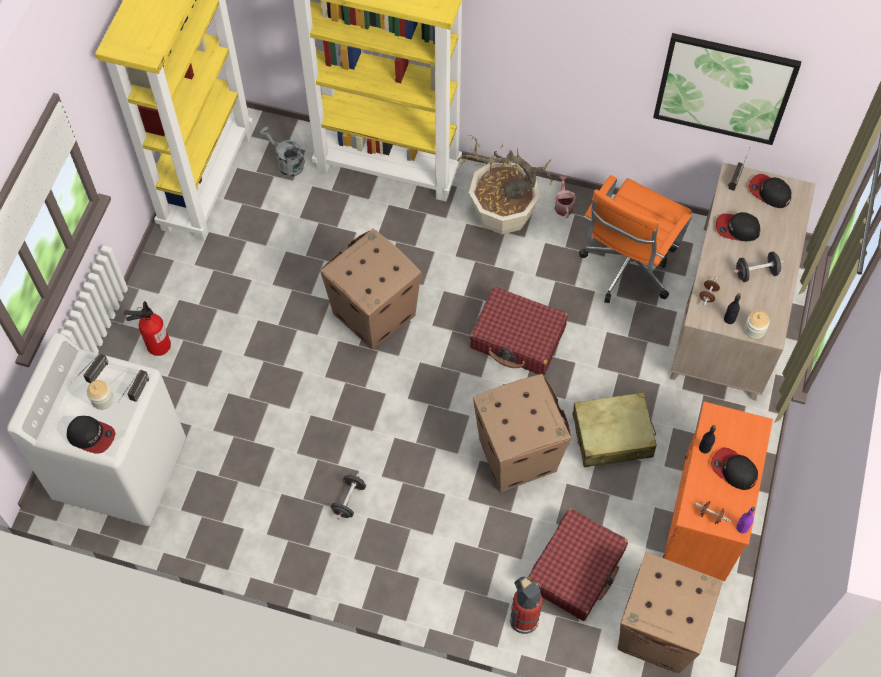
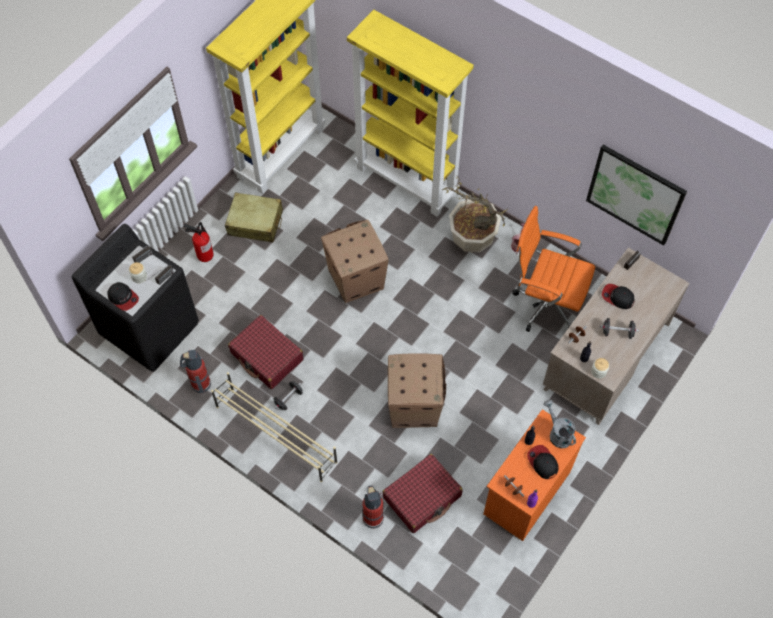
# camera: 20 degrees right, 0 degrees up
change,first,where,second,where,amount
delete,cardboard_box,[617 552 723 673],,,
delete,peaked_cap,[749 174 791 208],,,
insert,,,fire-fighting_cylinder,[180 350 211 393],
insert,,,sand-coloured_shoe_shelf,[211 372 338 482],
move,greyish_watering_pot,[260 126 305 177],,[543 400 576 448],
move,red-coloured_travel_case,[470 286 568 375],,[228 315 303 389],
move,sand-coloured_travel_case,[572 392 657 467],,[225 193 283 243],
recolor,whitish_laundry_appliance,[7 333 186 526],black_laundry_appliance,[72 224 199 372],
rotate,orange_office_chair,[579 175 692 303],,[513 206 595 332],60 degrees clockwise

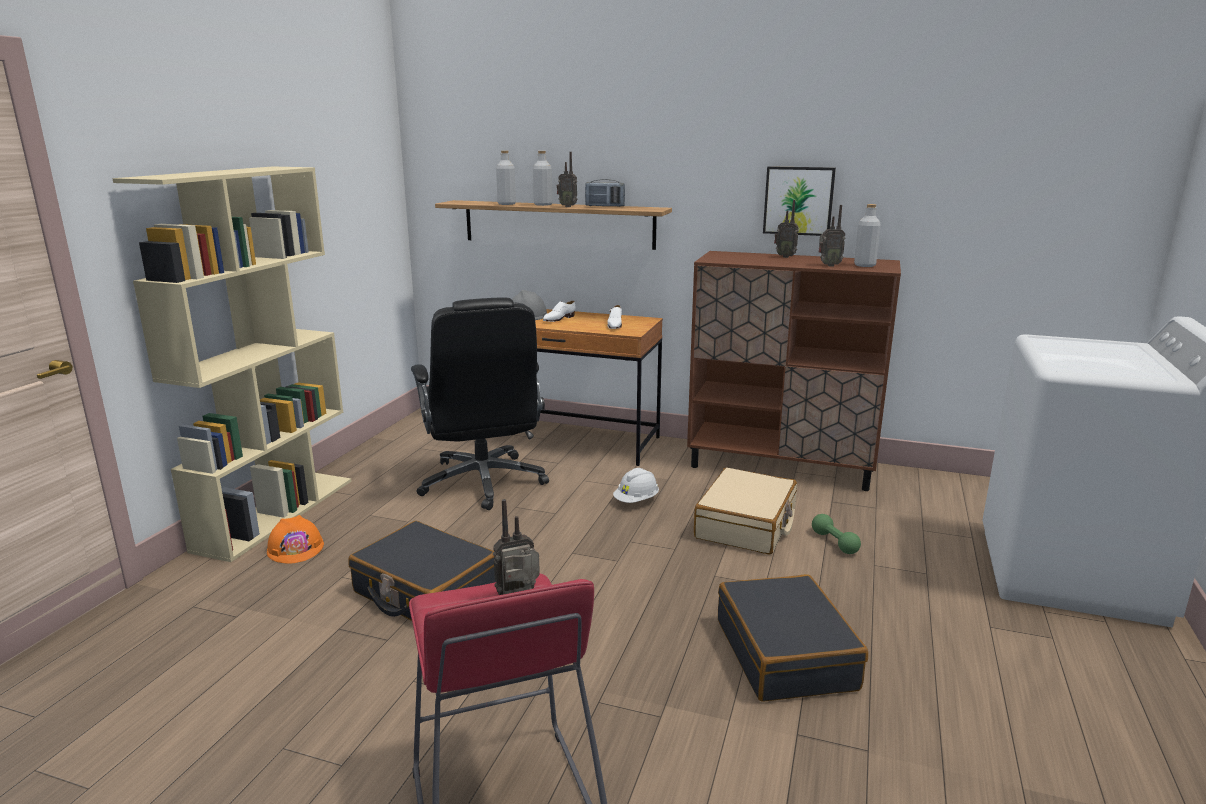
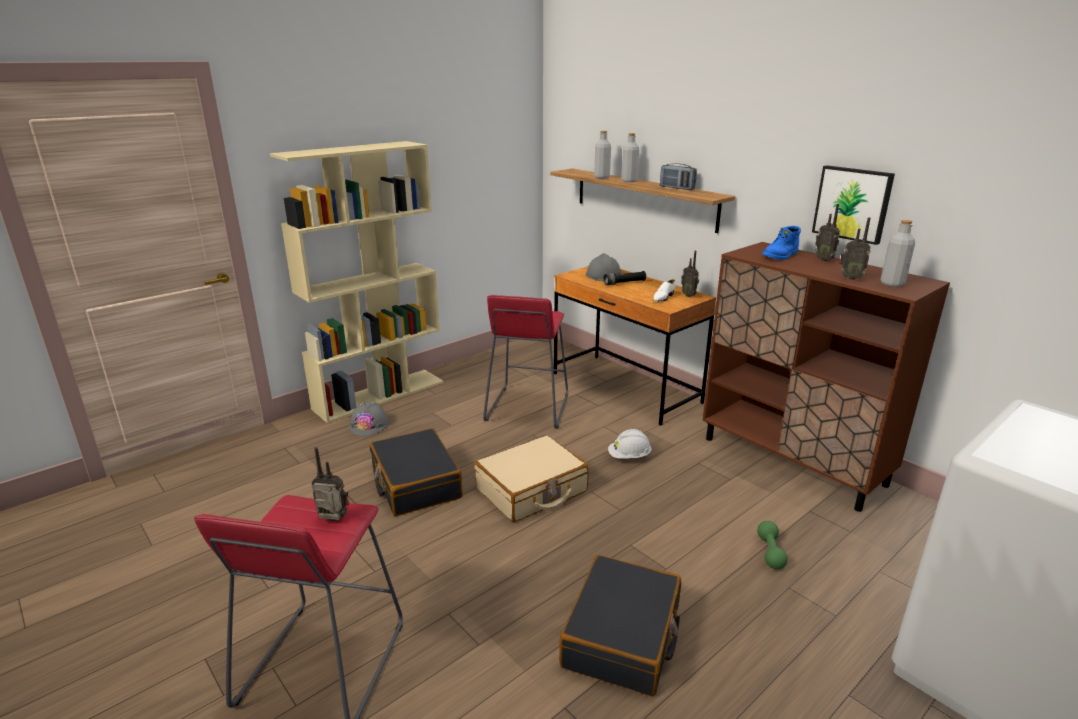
# camera: 30 degrees right, 5 degrees up
change,first,where,second,where,amount
insert,,,blue-coloured_tall_boot,[762 226 801 260],
move,radio_receiver,[557 152 577 207],,[681 251 699 297],
move,sand-coloured_travel_case,[694 468 797 555],,[474 435 589 522],
replace,black_office_chair,[411 298 549 510],red-coloured_stool,[483 295 568 429],
replace,whitish_low_shoe,[543 301 575 322],black_hand_torch,[604 271 646 285],
recolor,orange_safety_helmet,[267 515 324 564],greyish_safety_helmet,[349 402 389 436],

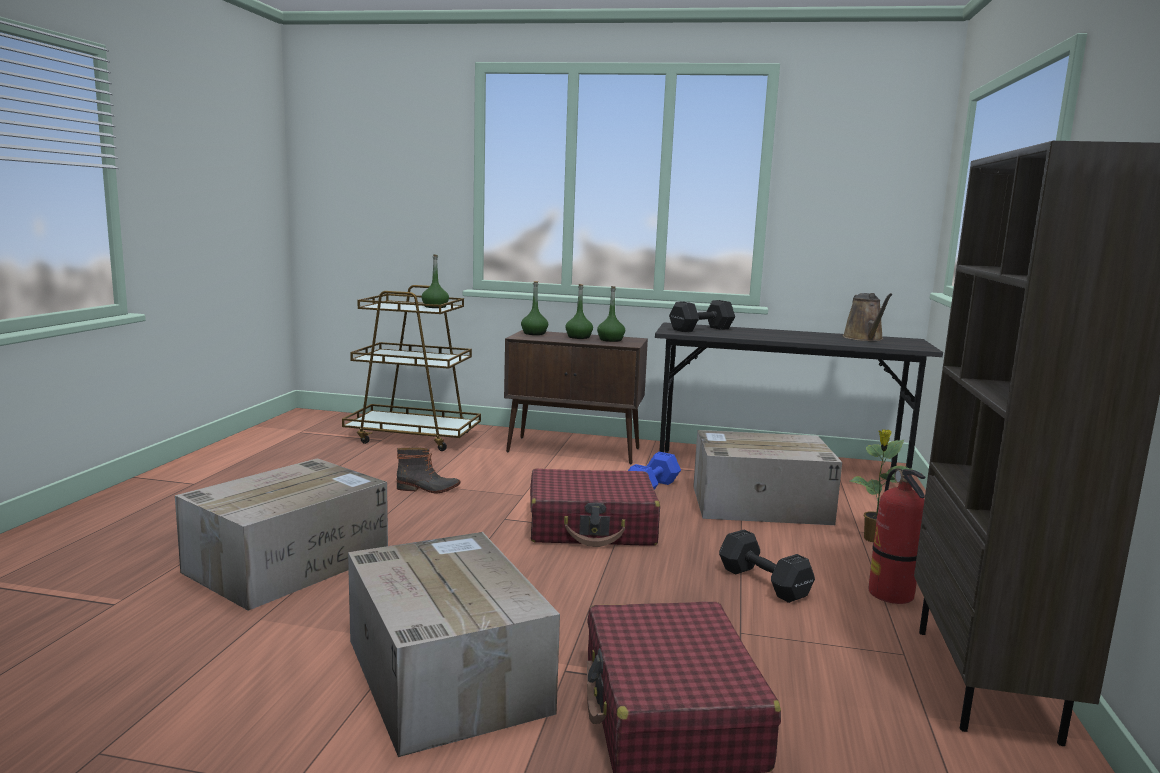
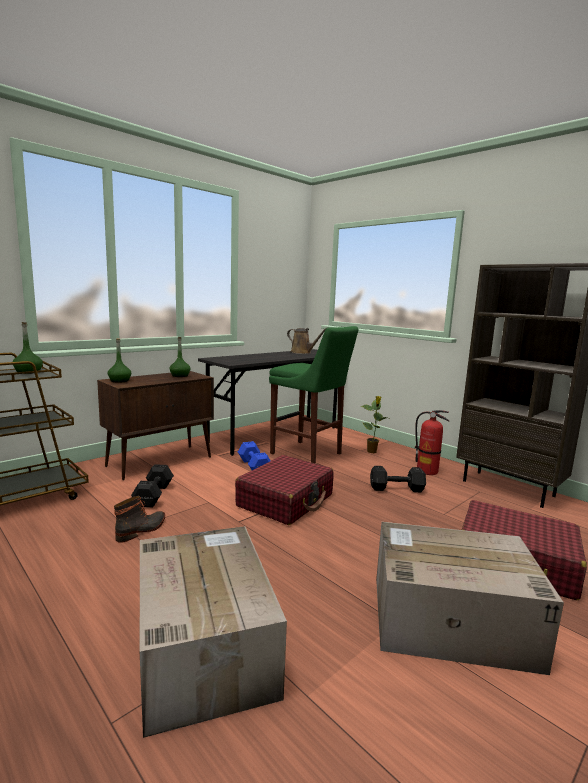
# camera: 55 degrees left, 0 degrees up
change,first,where,second,where,amount
delete,green-coloured_bottle,[565 284 593 339],,,
move,black_dumbbell,[669 300 735 332],,[131 464 174 508],
replace,cardboard_box,[693 430 842 525],green-coloured_stool,[269 326 359 464],

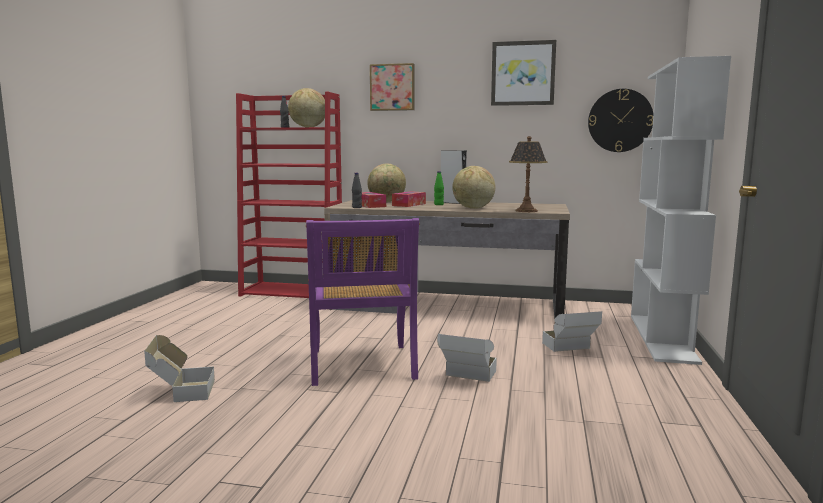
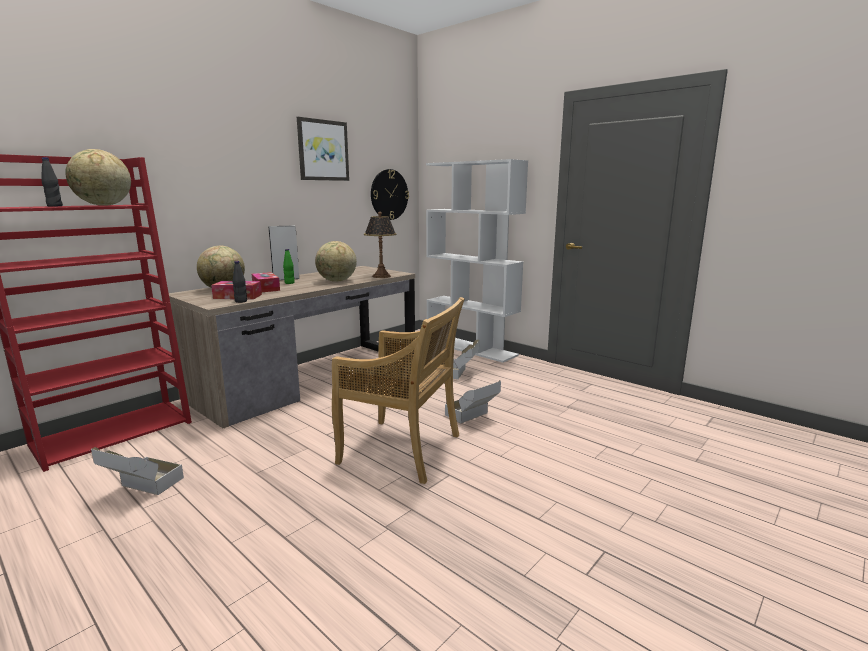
# camera: 60 degrees left, 5 degrees up
change,first,where,second,where,amount
delete,wall_art,[370 63 415 111],,,
move,cardboard_box,[144 335 215 402],,[91 447 184 495],
recolor,purple-coloured_plain_chair,[306 218 420 386],sand-coloured_plain_chair,[332 297 465 484],

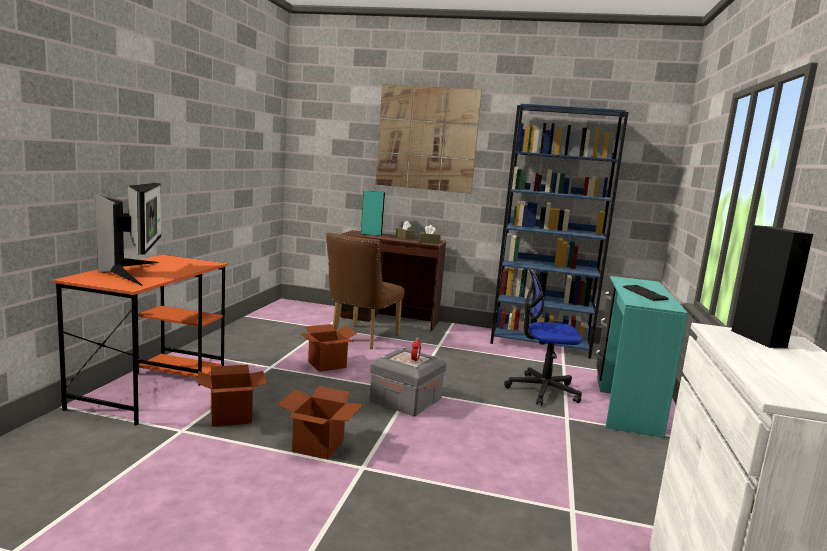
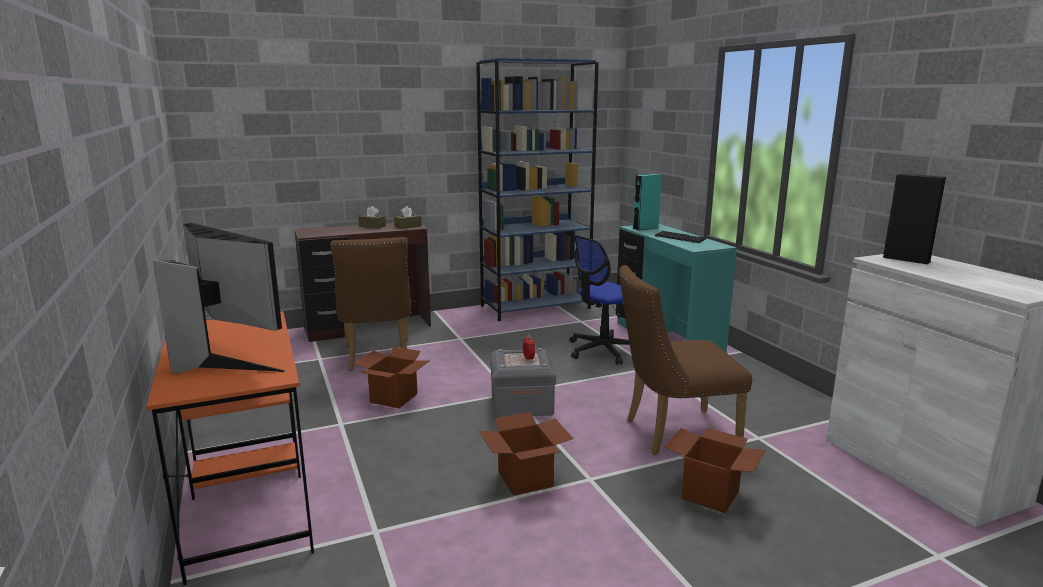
# camera: 35 degrees left, 5 degrees up
change,first,where,second,where,amount
delete,wall_art,[376 84 482 194],,,
insert,,,brown-coloured_plain_chair,[619 265 752 455],
move,cardboard_box,[198 365 267 427],,[665 428 766 514],
move,turquoise-coloured_audio_speaker,[361 190 385 236],,[633 174 662 231],

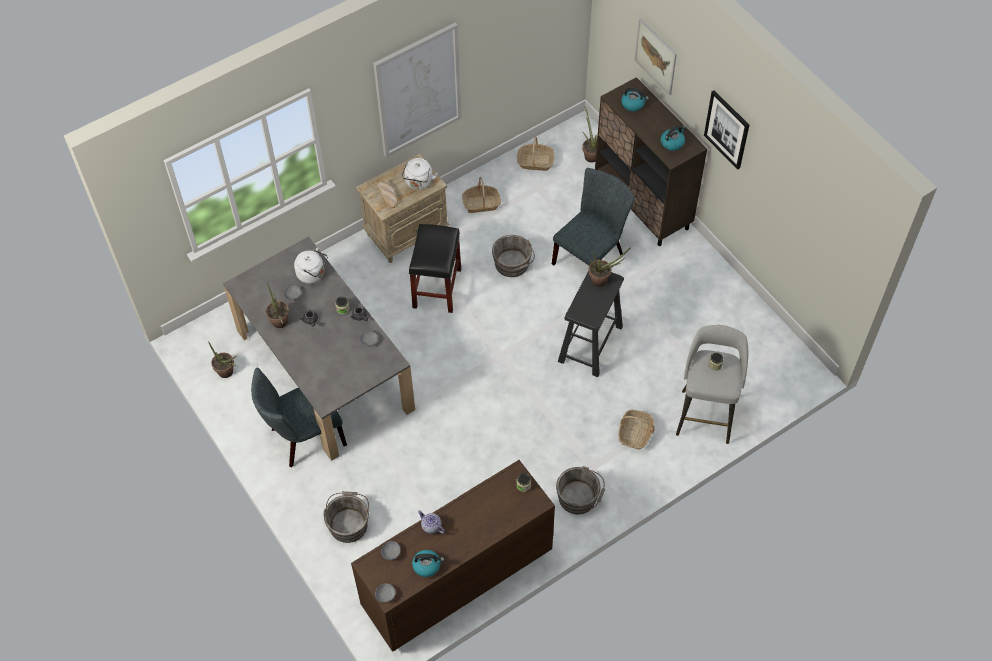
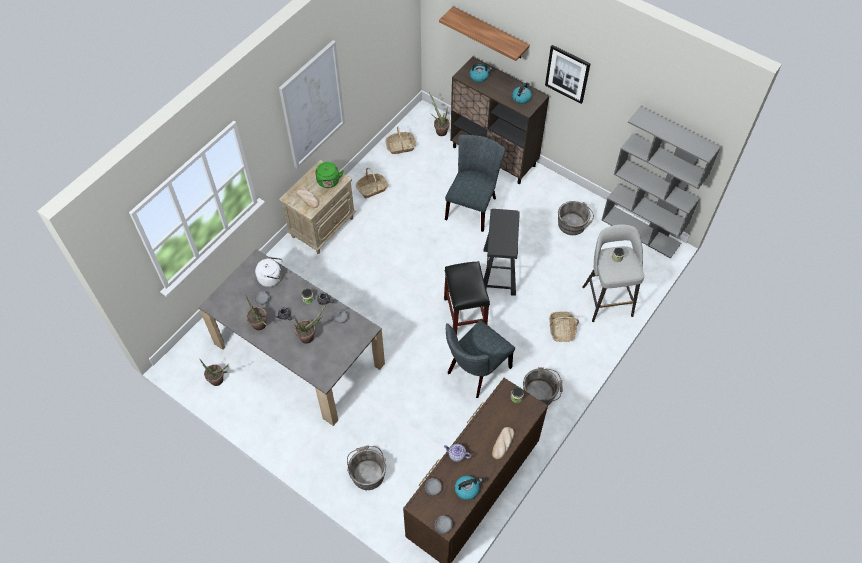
# camera: 20 degrees left, 0 degrees up
change,first,where,second,where,amount
insert,,,baked_bread,[492 427 515 459],
insert,,,greyish_bookcase,[602 106 721 259],
move,greyish_plain_chair,[251 368 347 468],,[446 320 515 398],
move,black_stool,[409 224 461 313],,[444 261 490 335],
move,greyish_water_bucket,[492 235 535 277],,[558 201 594 235],
move,potted_plant,[589 247 631 287],,[294 305 326 344],
replace,wall_art,[635 18 677 95],bracket_shelf,[439 7 530 61],
recolor,whitish_kettle,[402 158 438 190],green-coloured_kettle,[316 162 344 188],

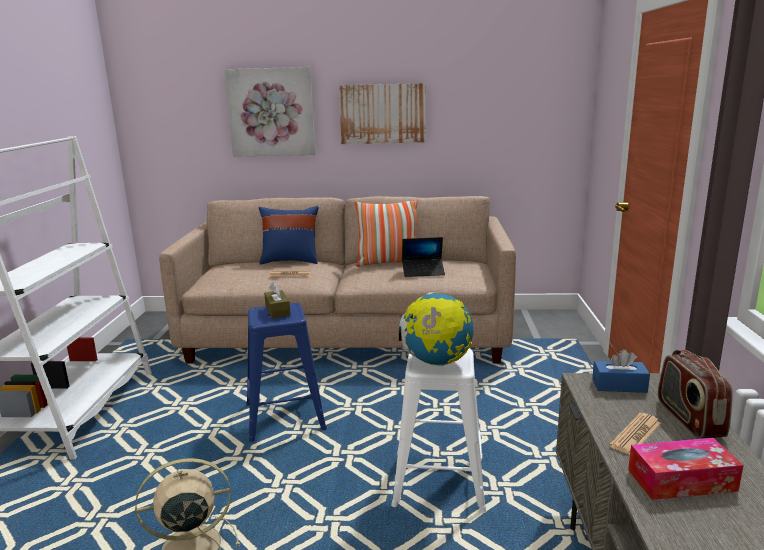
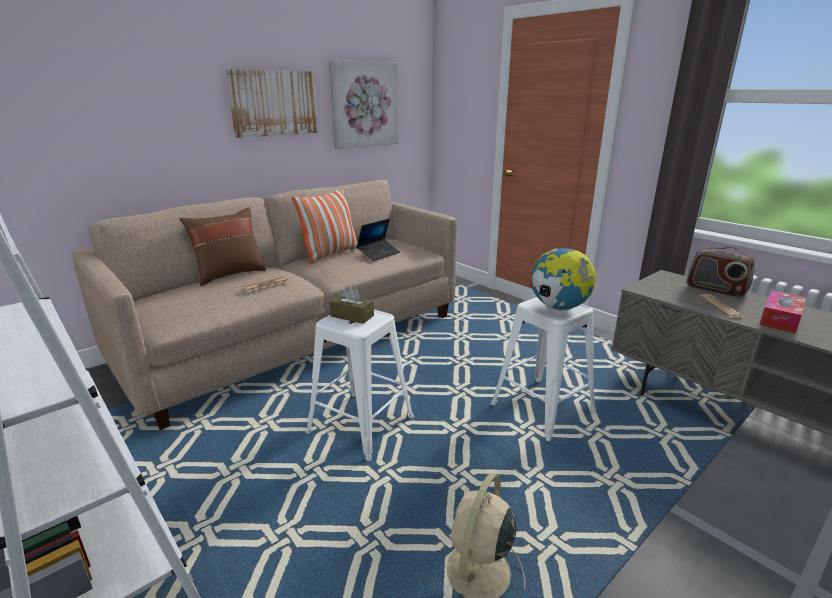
# camera: 45 degrees left, 5 degrees up
change,first,where,second,where,amount
delete,blue-coloured_tissue_holder,[592 349 650 393],,,
move,wall_art,[224 67 316 157],,[329 60 399 149],
recolor,blue-coloured_stool,[246 303 327 442],whitish_stool,[306 310 414 461],
recolor,blue-coloured_cushion,[259 206 318 265],brown-coloured_cushion,[180 207 266 286],

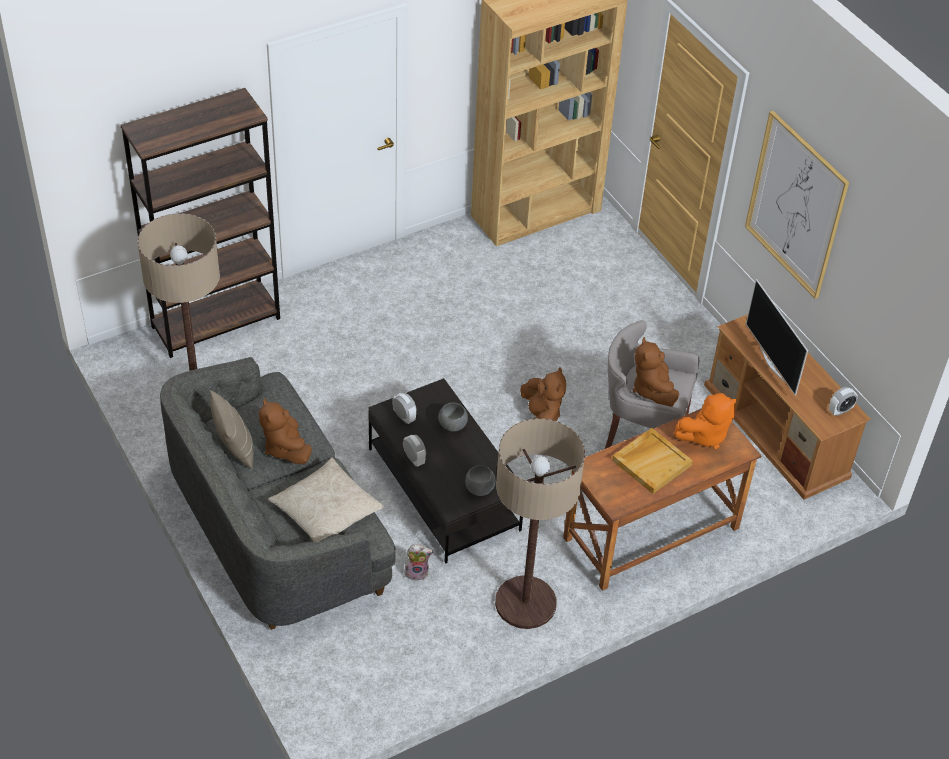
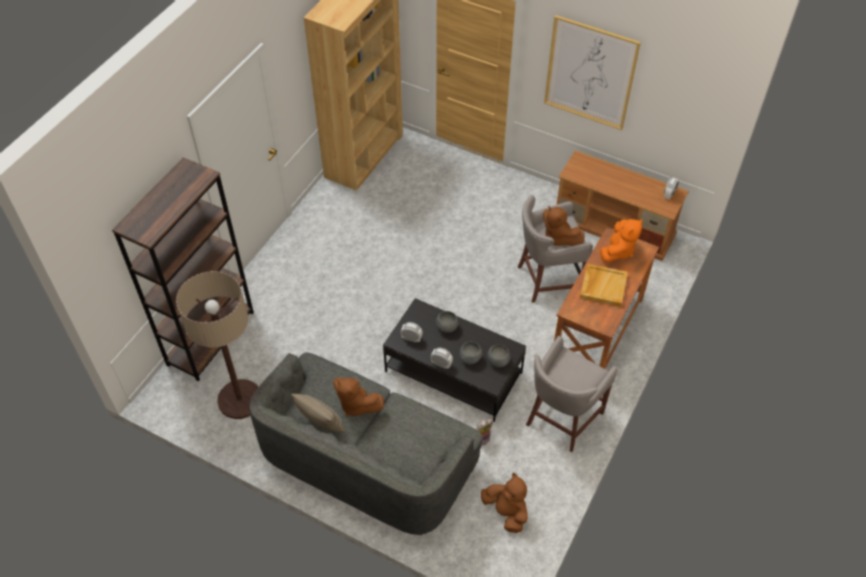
# camera: 30 degrees left, 5 degrees up
change,first,where,second,where,amount
delete,sand-coloured_cushion,[268 457 384 542],,,
delete,television,[746 279 808 395],,,
insert,,,greyish_deep_dish,[459 342 482 364],
move,brown-coloured_soft_toy,[520 368 566 421],,[481 473 528 533],
replace,standing_lamp,[495 418 585 629],greyish_stool,[526 336 618 452],

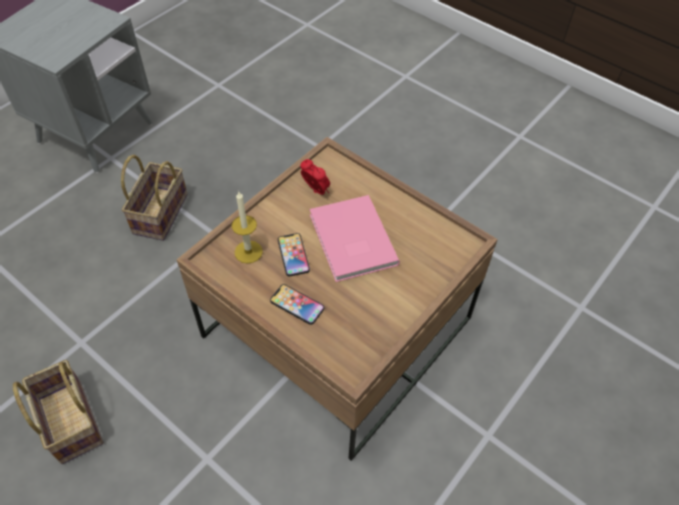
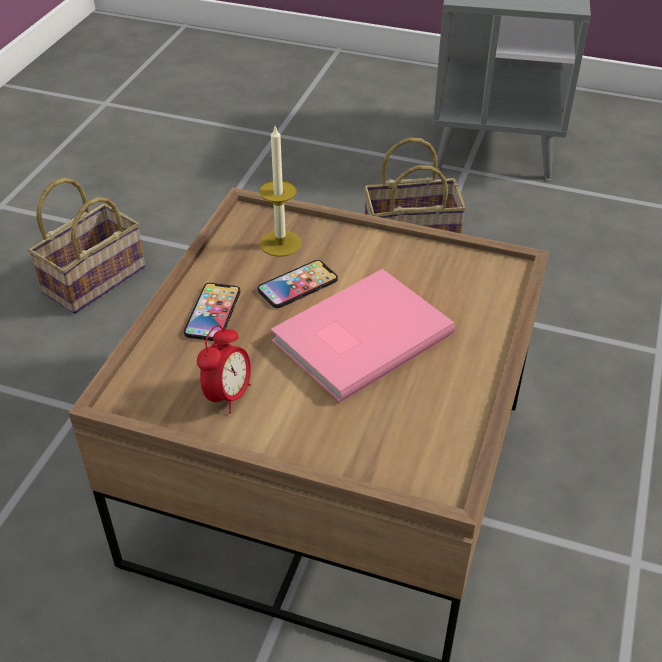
# camera: 70 degrees right, 10 degrees down
change,first,where,second,where,amount
move,table_clock,[300 159 330 195],,[197 325 251 413],

